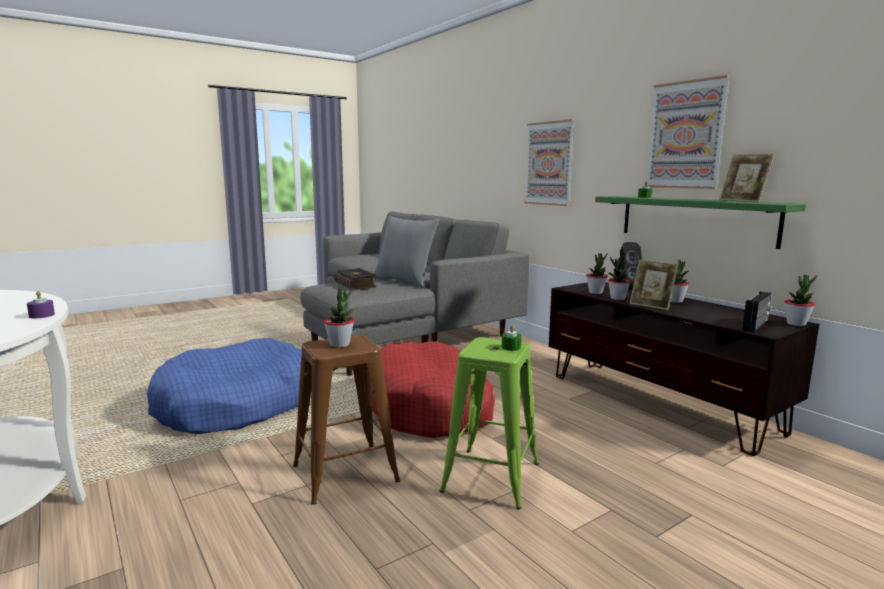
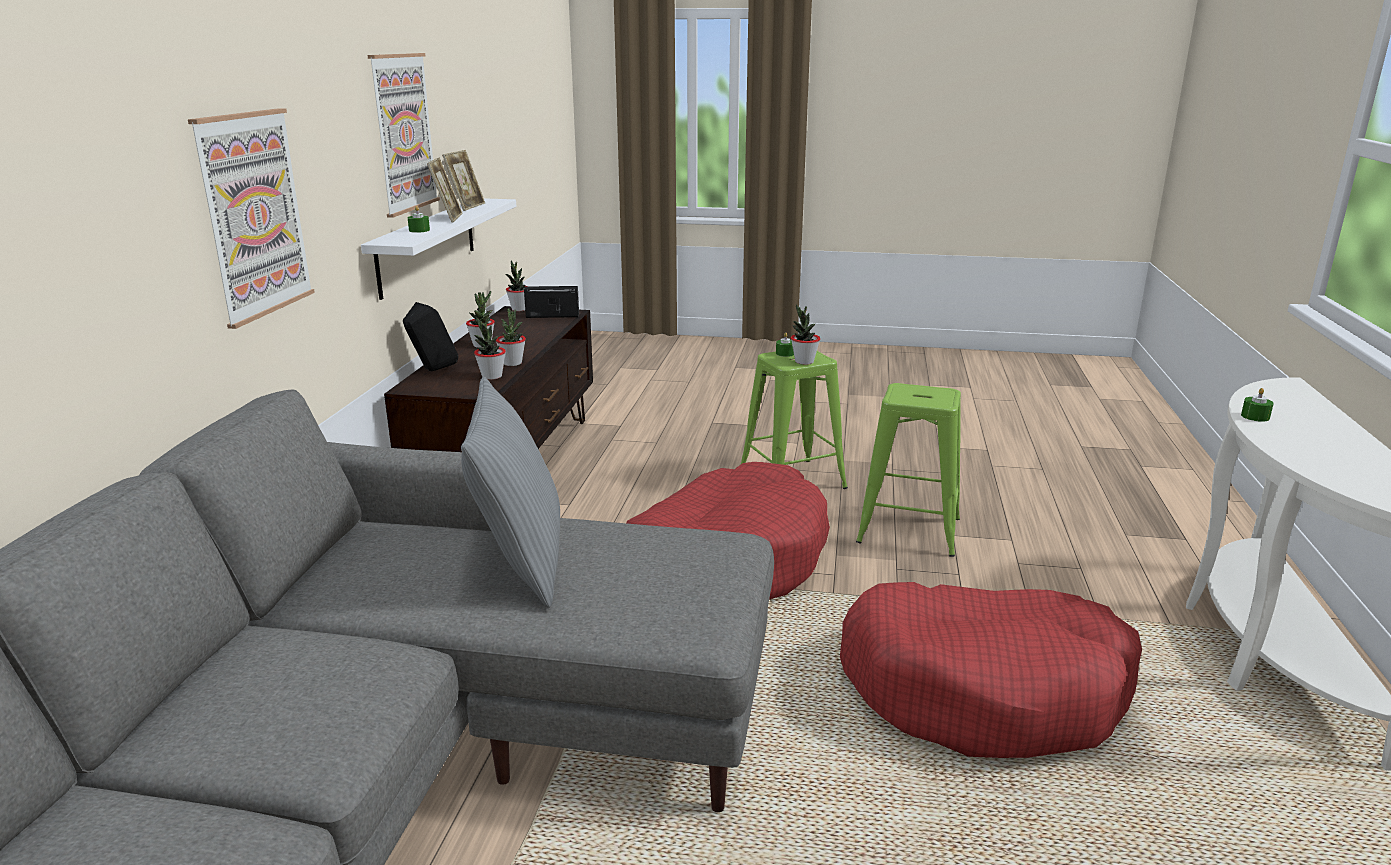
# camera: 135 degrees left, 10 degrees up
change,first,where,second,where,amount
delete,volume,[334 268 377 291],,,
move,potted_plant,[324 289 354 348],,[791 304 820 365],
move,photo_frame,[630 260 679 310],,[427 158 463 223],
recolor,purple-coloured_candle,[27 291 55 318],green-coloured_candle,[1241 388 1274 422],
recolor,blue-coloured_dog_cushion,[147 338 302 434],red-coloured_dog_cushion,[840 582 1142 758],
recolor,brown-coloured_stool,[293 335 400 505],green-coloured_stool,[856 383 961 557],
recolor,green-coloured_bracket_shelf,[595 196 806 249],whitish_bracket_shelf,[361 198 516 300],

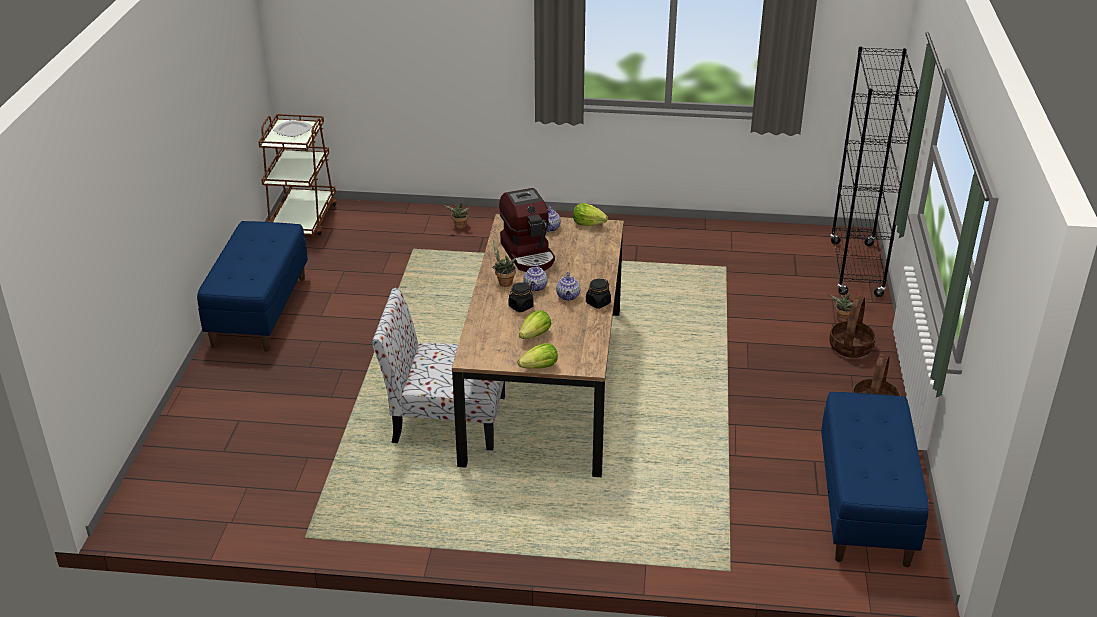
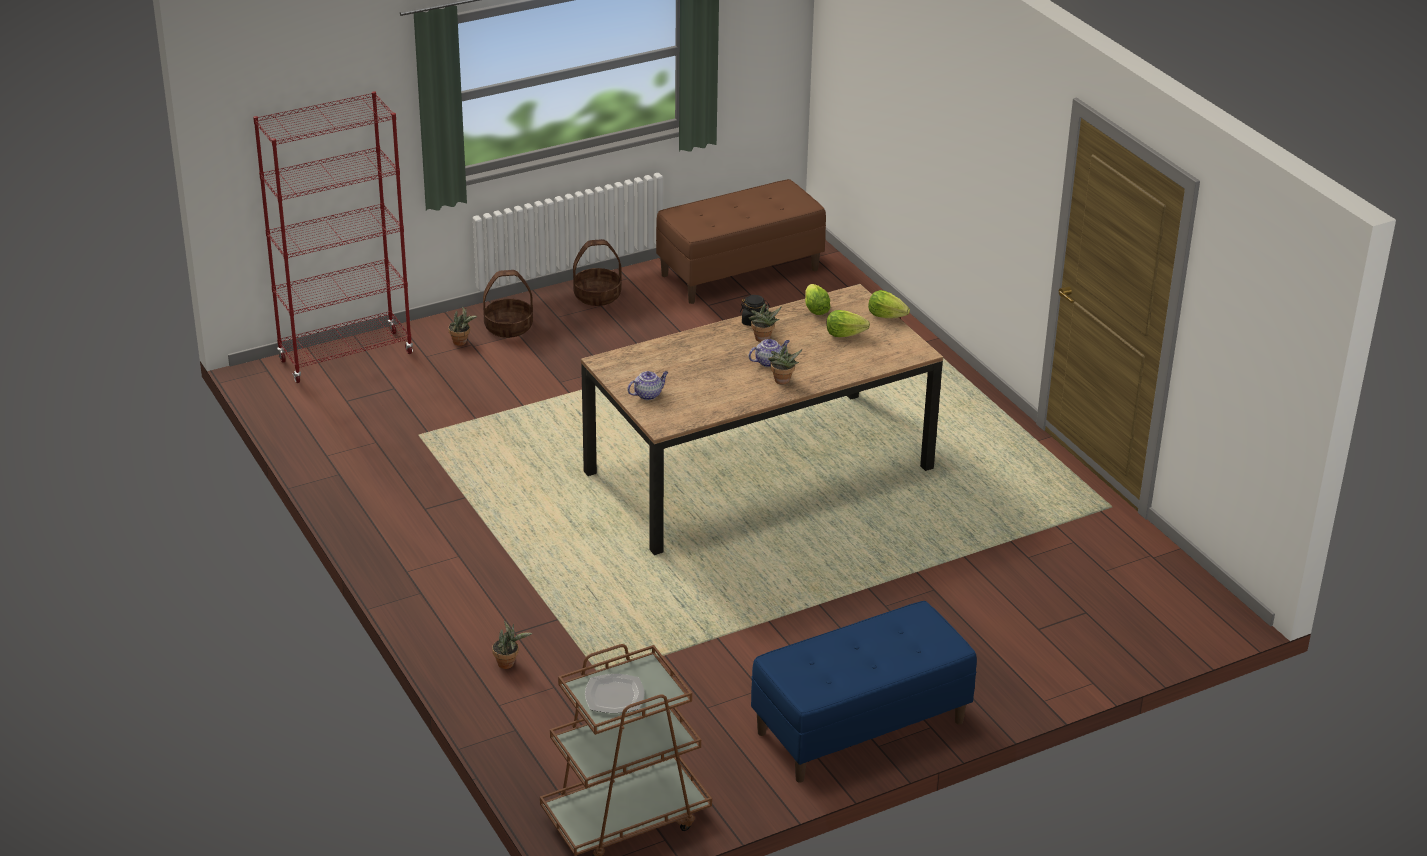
# camera: 125 degrees left, 0 degrees up
change,first,where,second,where,amount
delete,plain_chair,[372 288 505 450],,,
delete,coffee_brewer,[499 188 555 272],,,
delete,black_jar,[508 282 534 312],,,
move,lettuce,[573 203 608 226],,[805 284 831 315],
replace,pot_for_tea,[556 272 580 301],potted_plant,[749 304 782 342],
recolor,blue-coloured_indoor_bench,[821 392 929 567],brown-coloured_indoor_bench,[656 179 826 304],
recolor,black_bookcase,[830 46 919 297],red-coloured_bookcase,[253 91 413 383],

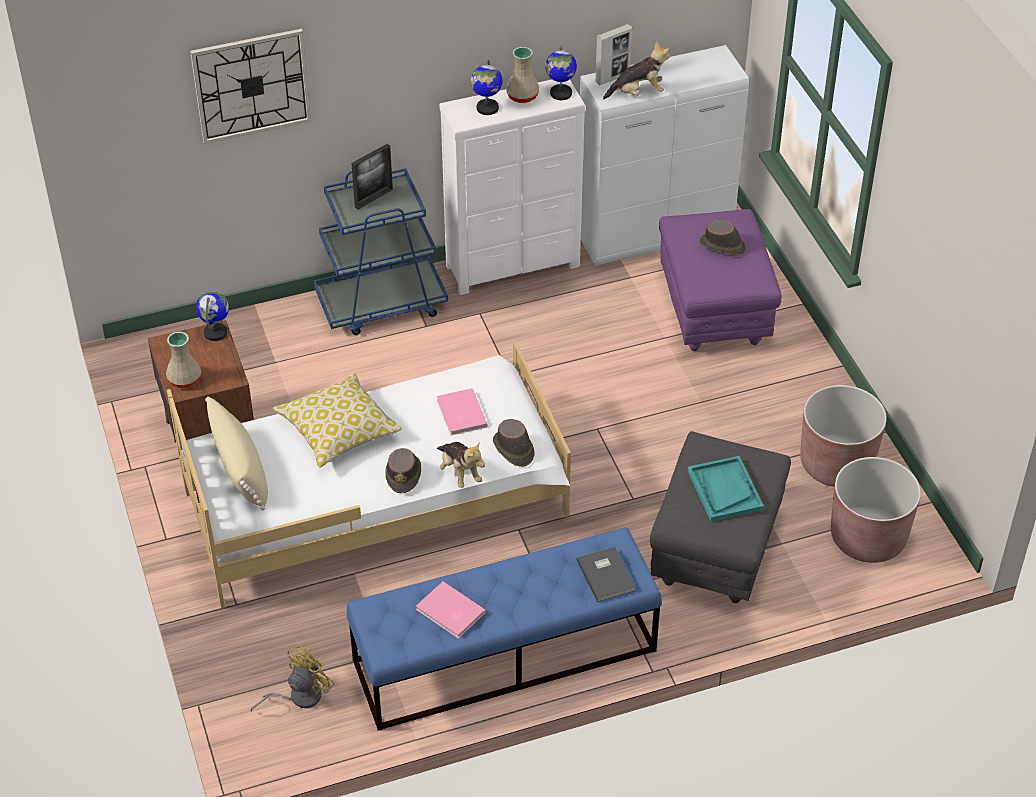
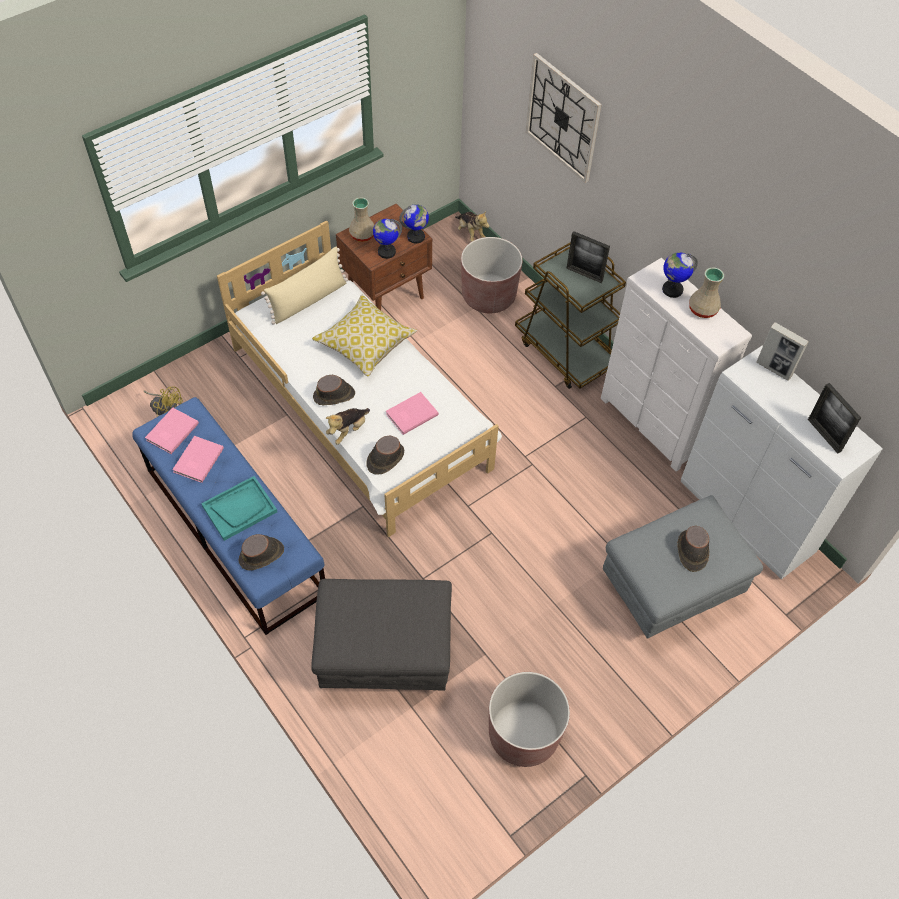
# camera: 70 degrees right, 10 degrees up
change,first,where,second,where,amount
insert,,,pink_volume,[145 408 199 454],
insert,,,photo_frame,[808 383 861 454],
move,globe,[545 45 577 100],,[373 219 402 259],
move,soft_toy,[603 41 670 99],,[455 211 489 242],
move,turquoise-coloured_carrying_tray,[688 456 764 522],,[201 476 277 541],
move,brown-coloured_planter,[831 457 921 563],,[461 237 522 313],
replace,greyish_volume,[576 547 635 602],brown-coloured_clothing_hat,[238 534 284 571],
recolor,blue-coloured_wheeled_cart,[314 168 448 335],brown-coloured_wheeled_cart,[515 242 626 389],
recolor,purple-coloured_ottoman,[659 209 782 351],greyish_ottoman,[603 495 763 639],

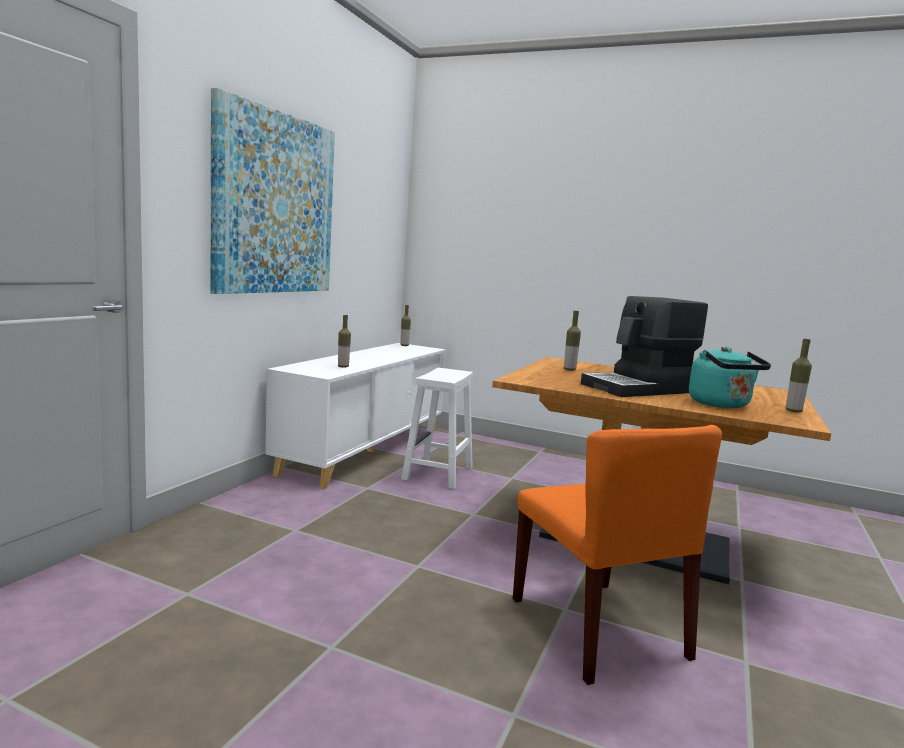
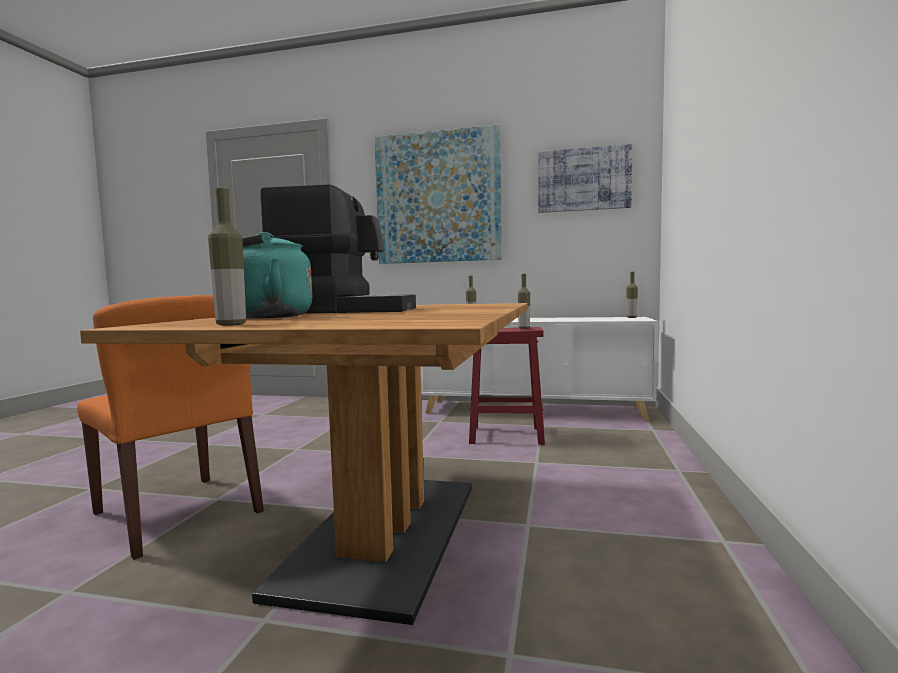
# camera: 80 degrees right, 5 degrees down
change,first,where,second,where,amount
insert,,,wall_art,[538 144 632 213],
move,bottle,[564 311 581 371],,[518 274 530 329],
recolor,whitish_stool,[401 368 473 489],red-coloured_stool,[469 327 545 445],
rotate,orange_plain_chair,[513 425 722 685],,[77 295 264 560],105 degrees counterclockwise
rotate,coffee_brewer,[581 296 708 397],,[260 184 416 314],135 degrees clockwise

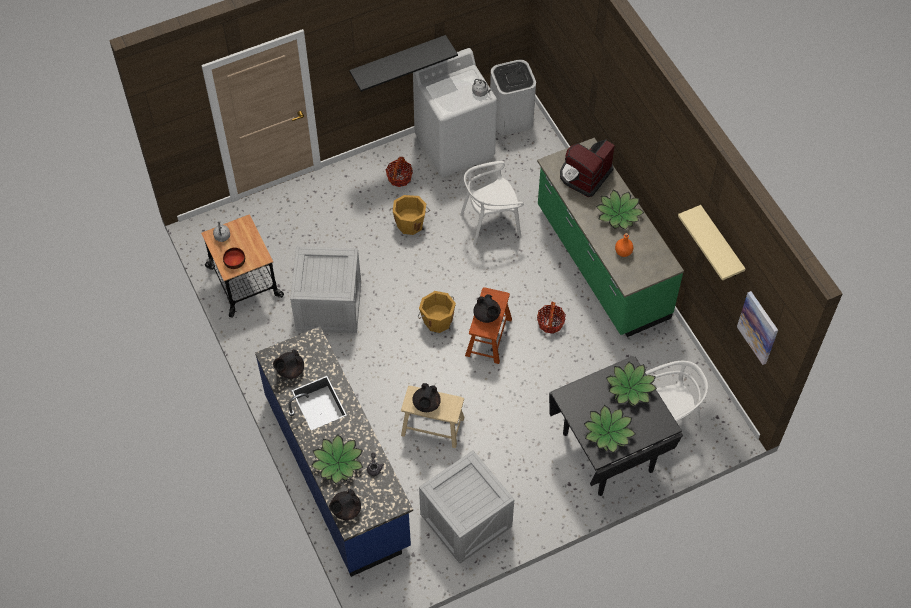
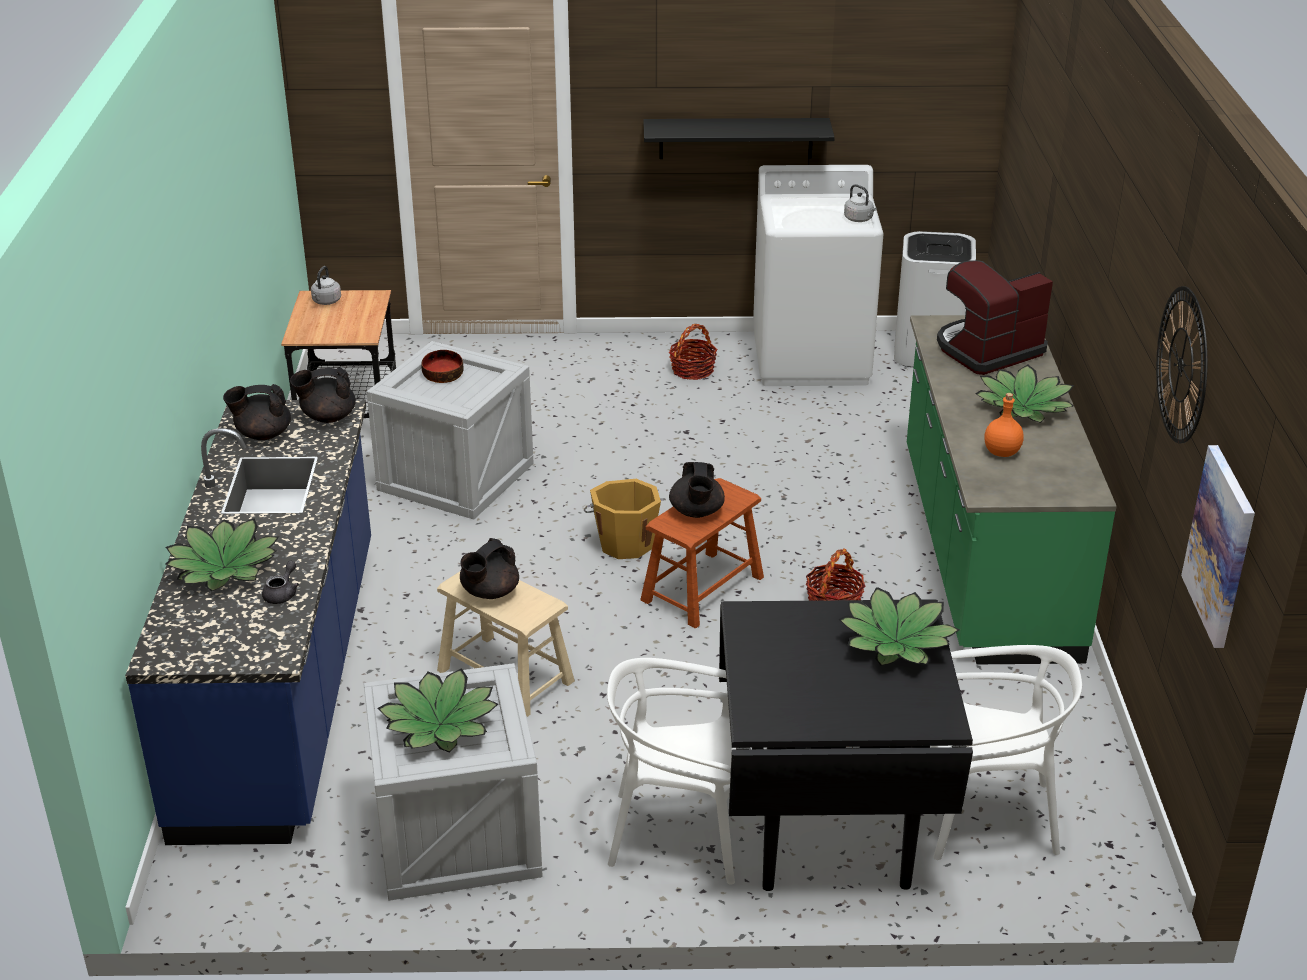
# camera: 25 degrees right, 25 degrees down
change,first,where,second,where,amount
delete,orange_water_bucket,[390 195 430 235],,,
move,deep_dish,[223 248 245 269],,[422 350 464 383],
move,black_pot_for_tea,[329 489 361 520],,[290 367 356 423],
move,whitish_plain_chair,[460 161 524 245],,[607 658 736 885],
move,potted_plant,[584 405 636 453],,[377 668 498 753],
replace,sand-coloured_bracket_shelf,[678 205 745 281],hanging_clock,[1156 286 1207 444],

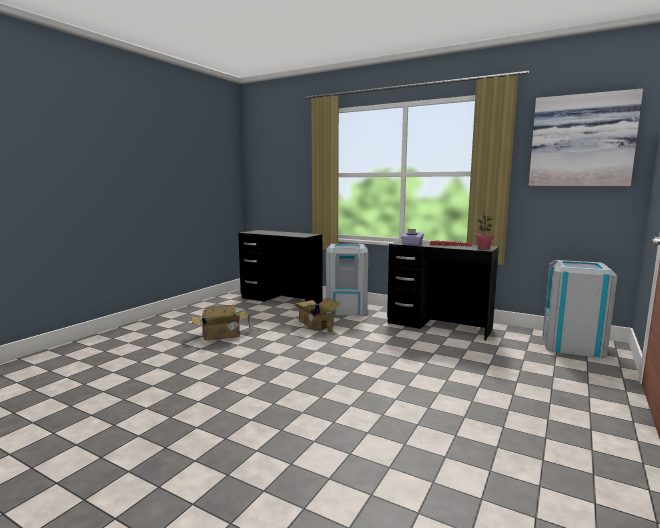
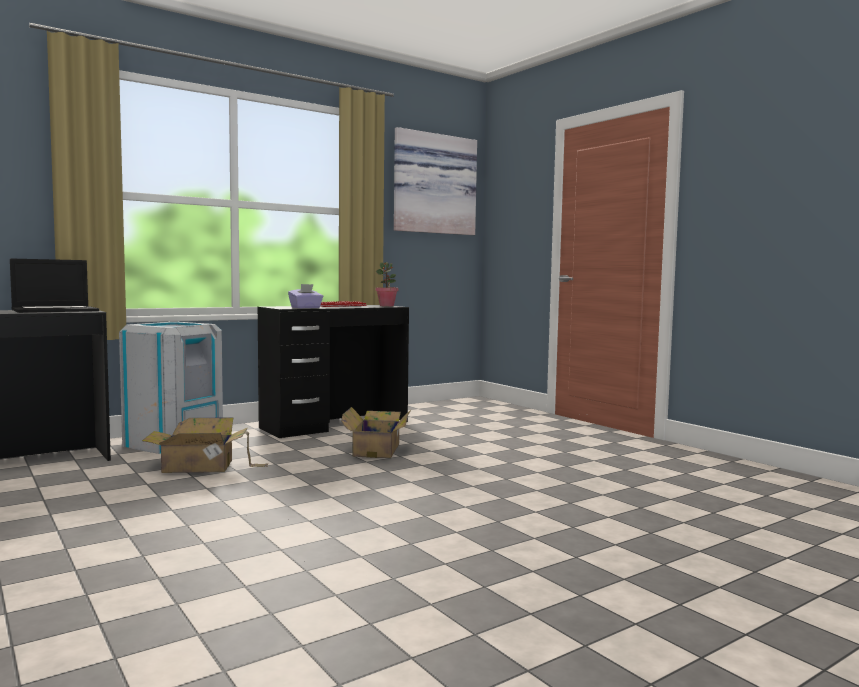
# camera: 65 degrees left, 5 degrees down
change,first,where,second,where,amount
delete,greyish_trash_can,[543 260 618 358],,,
insert,,,portable_computer,[10 259 99 313],
move,cardboard_box,[191 305 260 341],,[341 407 412 458],

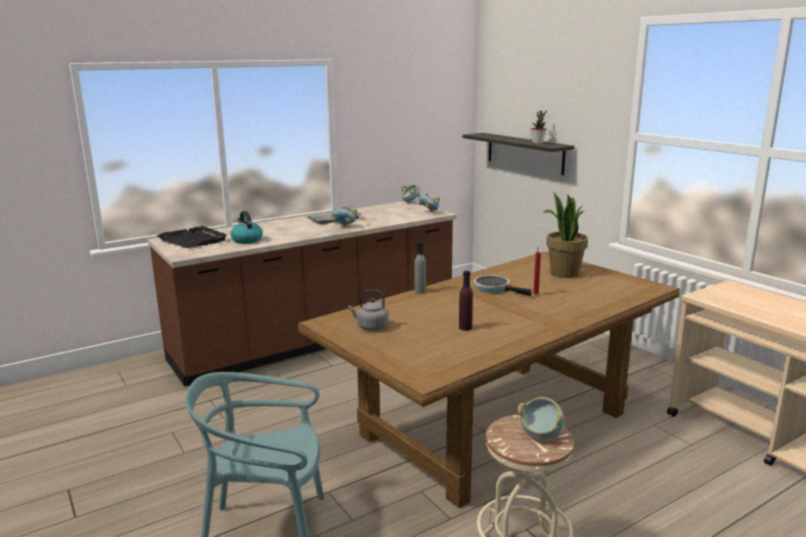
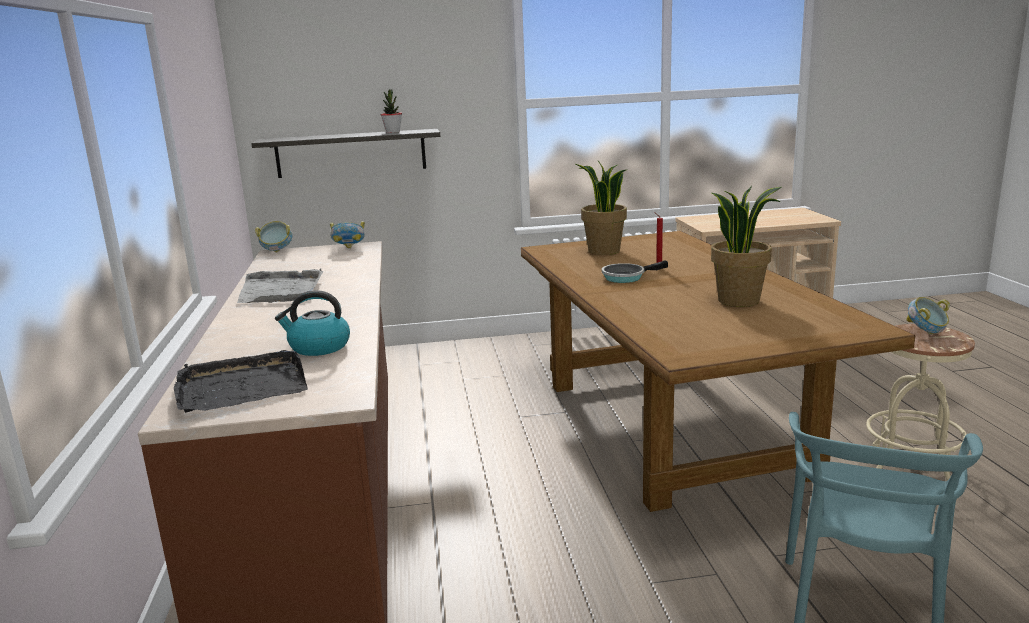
# camera: 65 degrees left, 0 degrees up
change,first,where,second,where,amount
delete,deep_dish,[331 207 357 227],,,
delete,greyish_kettle,[348 290 389 330],,,
delete,greyish_bottle,[414 241 426 294],,,
replace,purple-coloured_bottle,[459 271 473 331],potted_plant,[711 186 781 307],

